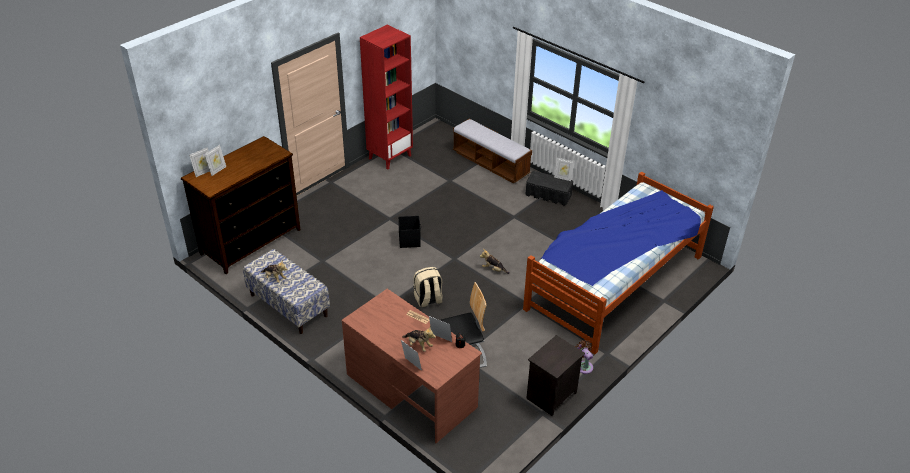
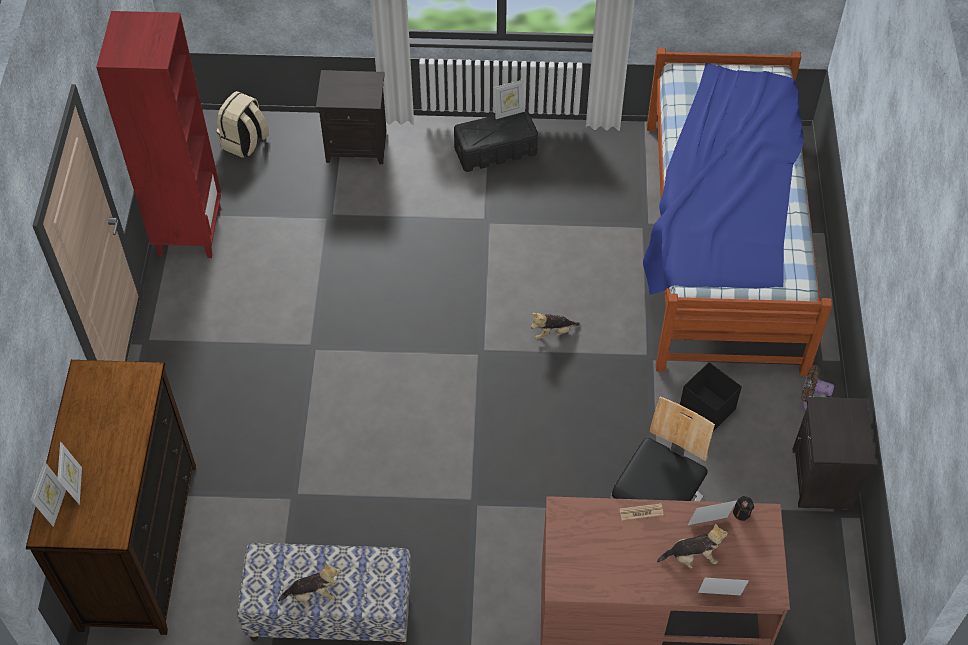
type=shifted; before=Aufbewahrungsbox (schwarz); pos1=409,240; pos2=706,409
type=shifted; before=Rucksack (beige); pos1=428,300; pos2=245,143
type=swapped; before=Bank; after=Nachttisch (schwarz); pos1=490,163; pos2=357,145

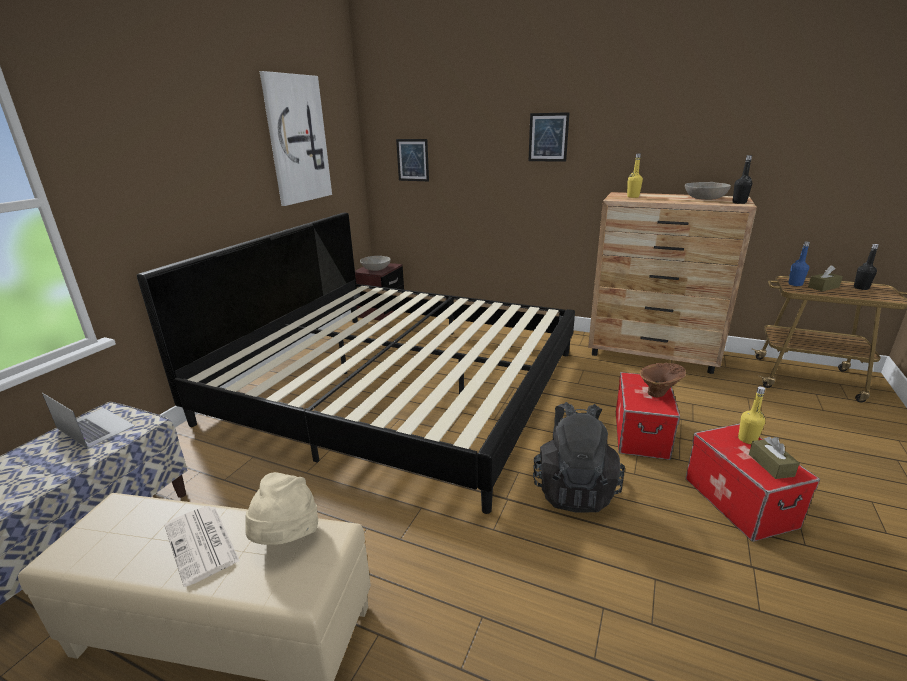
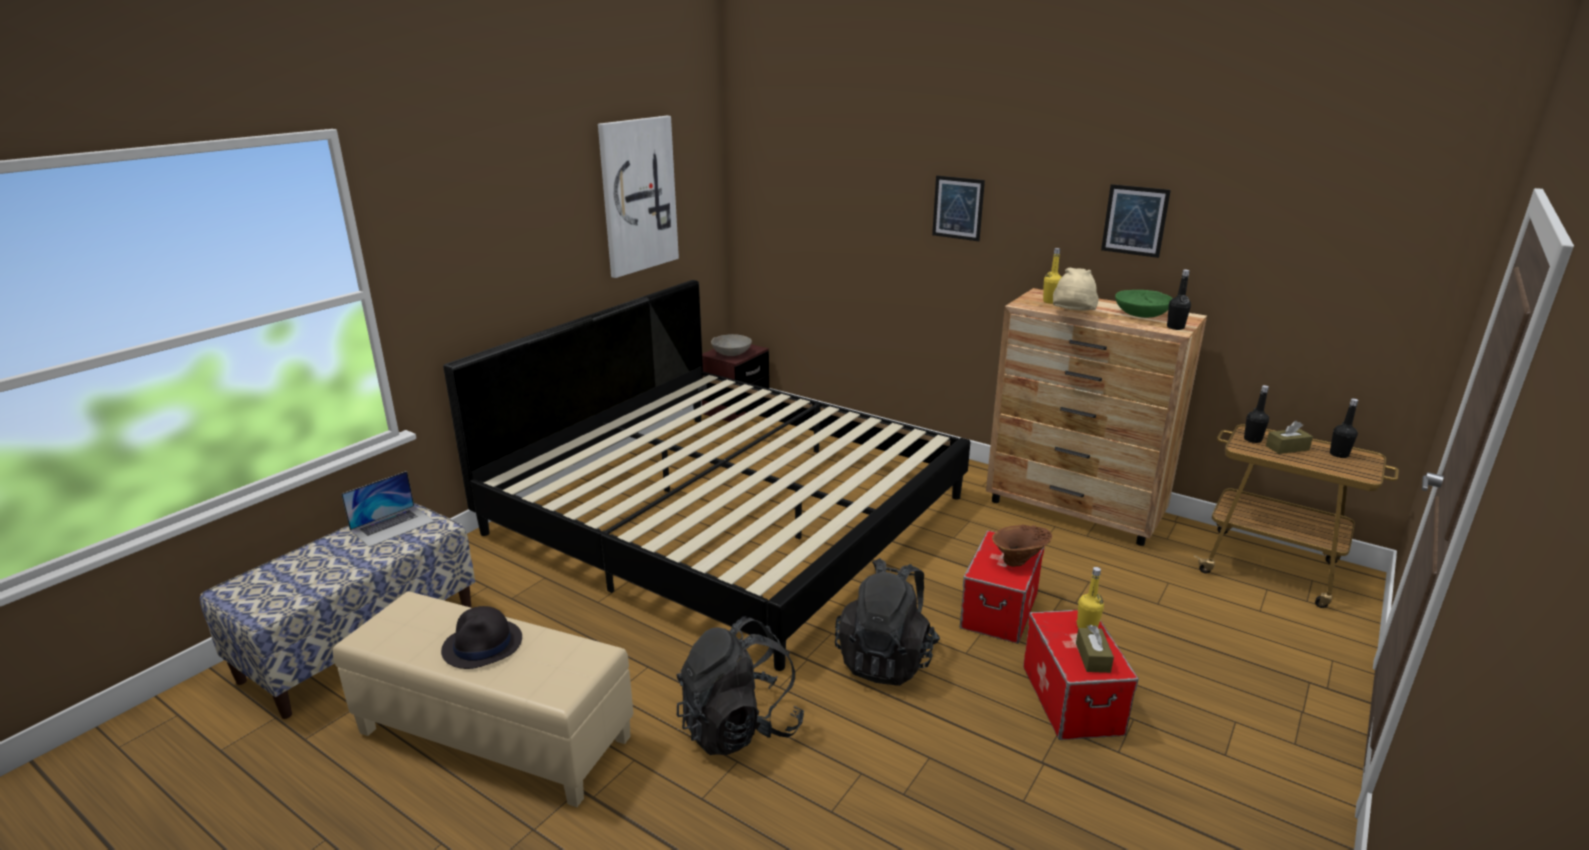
type=new; after=Rucksack (schwarz); pos2=739,727
type=shifted; before=Hut (beige); pos1=286,537; pos2=1072,314
type=shifted; before=Bild; pos1=412,160; pos2=1135,220
type=swapped; before=Zeitung; after=Hut (schwarz); pos1=202,544; pos2=483,645
type=repainted; before=Schüssel (grau); after=Schüssel (grün); pos1=704,198; pos2=1141,314
type=repainted; before=Flasche (blau); after=Flasche (schwarz); pos1=795,284; pos2=1252,440
type=rotated; before=Laptop; pos1=95,427; pos2=392,525; turn=90

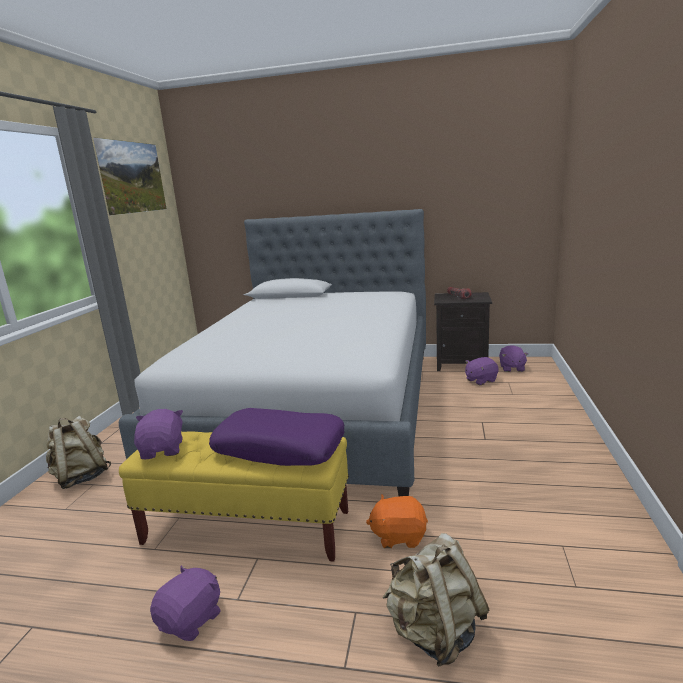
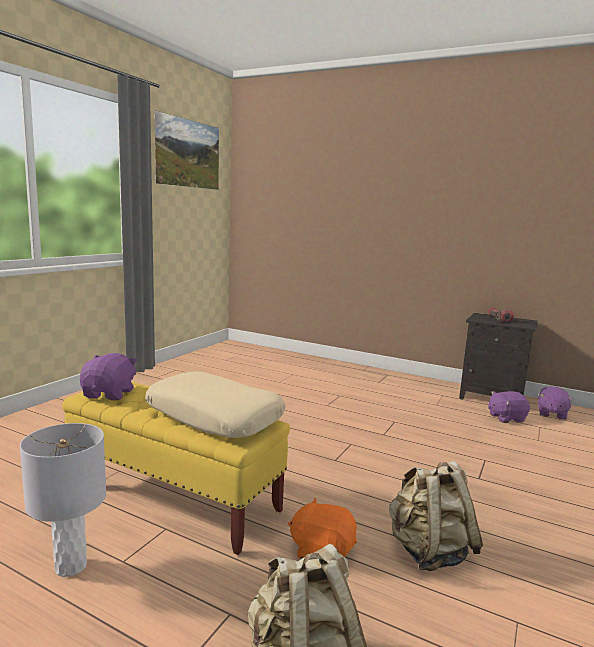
type=gone; before=Bett; pos1=314,407
type=shifted; before=Rucksack (beige); pos1=81,477; pos2=429,552
type=swapped; before=Plüschtier (lila); after=Tischlampe (grau); pos1=191,620; pos2=70,566
type=repainted; before=Kissen (lila); after=Kissen (beige); pos1=280,448; pos2=214,417

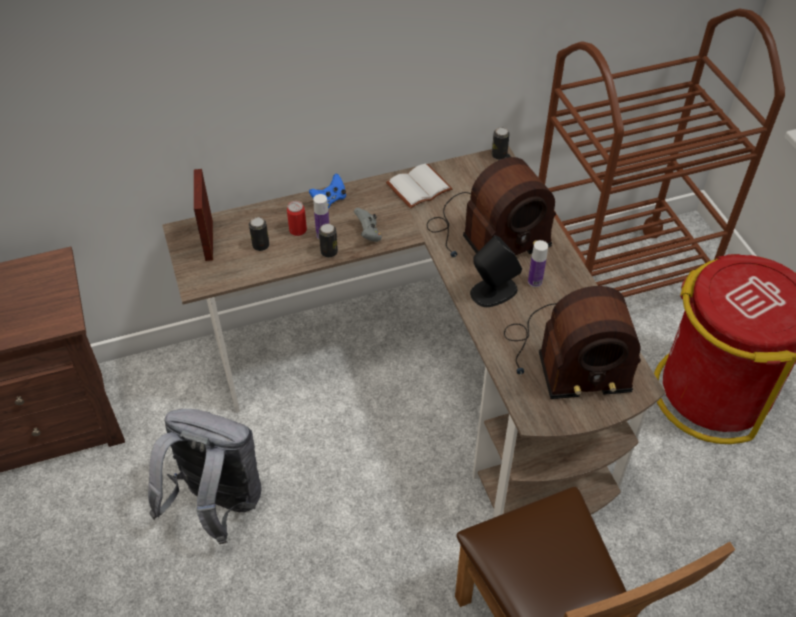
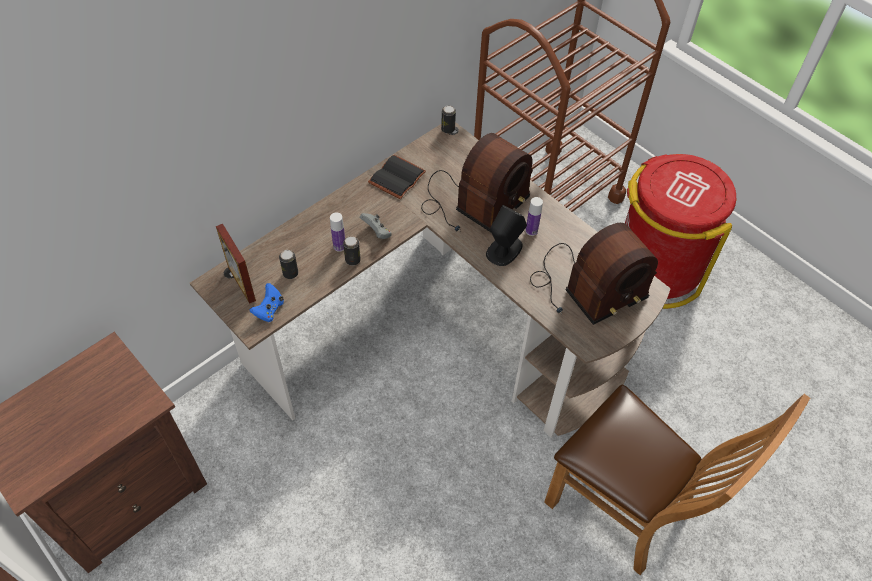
type=gone; before=Rucksack (grau); pos1=217,505
type=gone; before=Dose; pos1=298,230
type=shifted; before=Gamepad (blau); pos1=329,200; pos2=269,310
type=repainted; before=Buch (weiß); after=Buch (schwarz); pos1=419,186; pos2=396,176

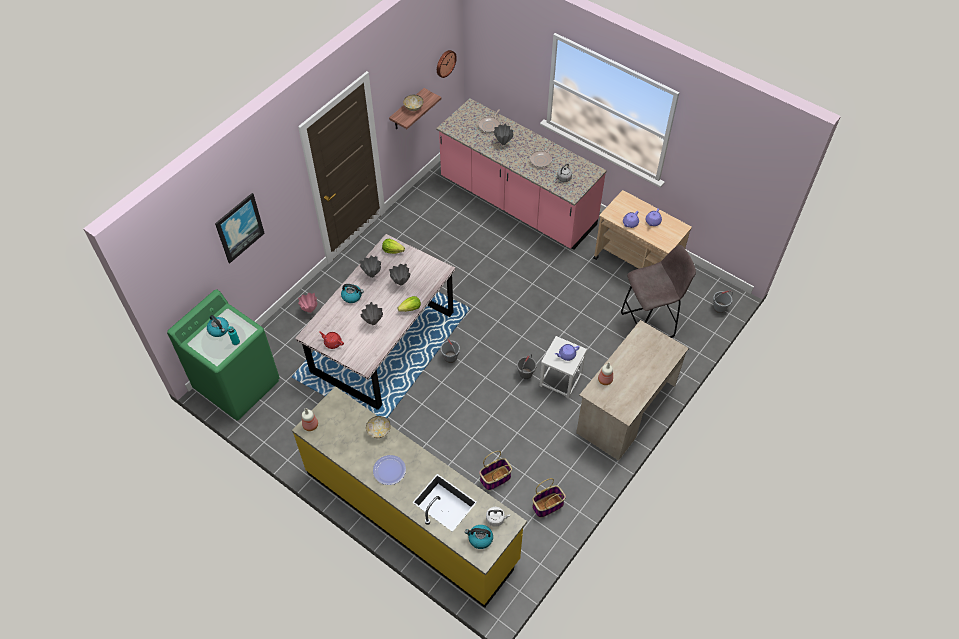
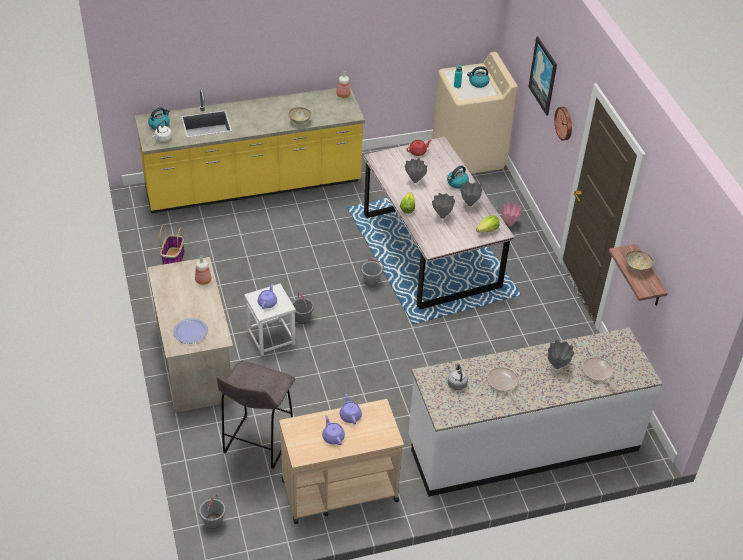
type=gone; before=Korb; pos1=495,479
type=shifted; before=Teller; pos1=389,470; pos2=190,331
type=shifted; before=Wanduhr; pos1=445,63; pos2=565,123
type=repainted; before=Waschmaschine (grün); after=Waschmaschine (beige); pos1=238,384; pos2=468,155
type=repainted; before=Küchenzeile (rosa); after=Küchenzeile (weiß); pos1=517,203; pos2=522,444

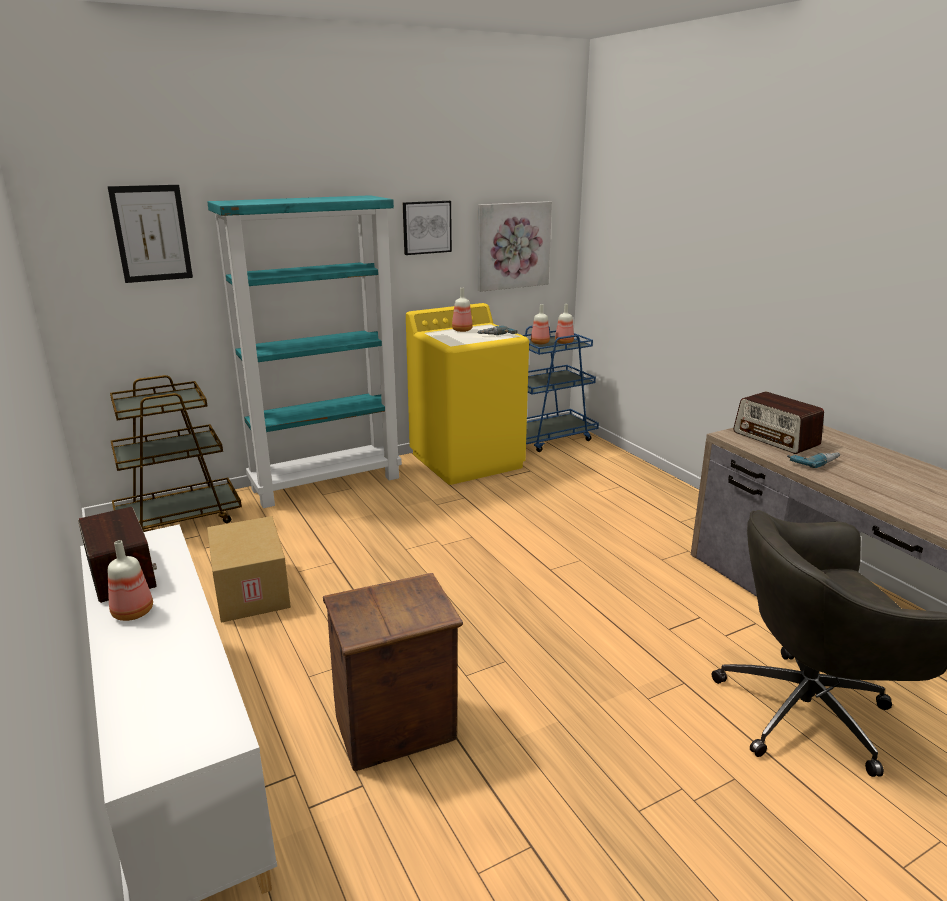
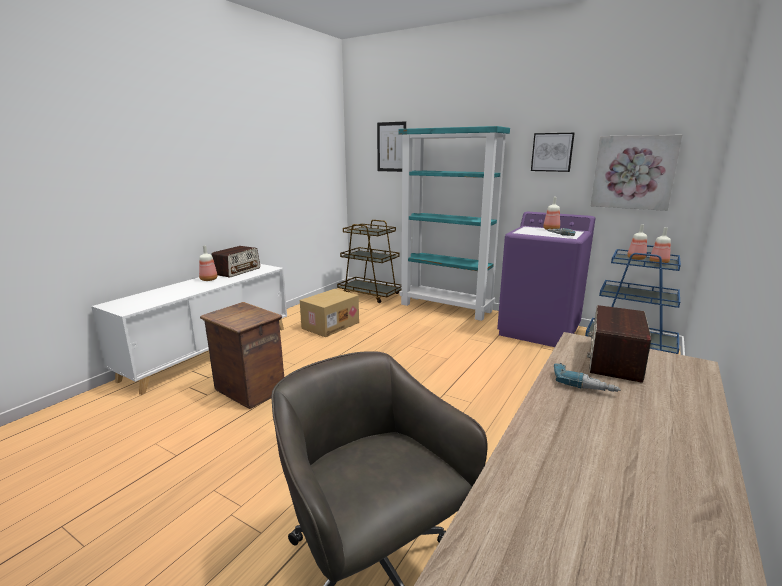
type=repainted; before=Waschmaschine (gelb); after=Waschmaschine (lila); pos1=467,460; pos2=539,330

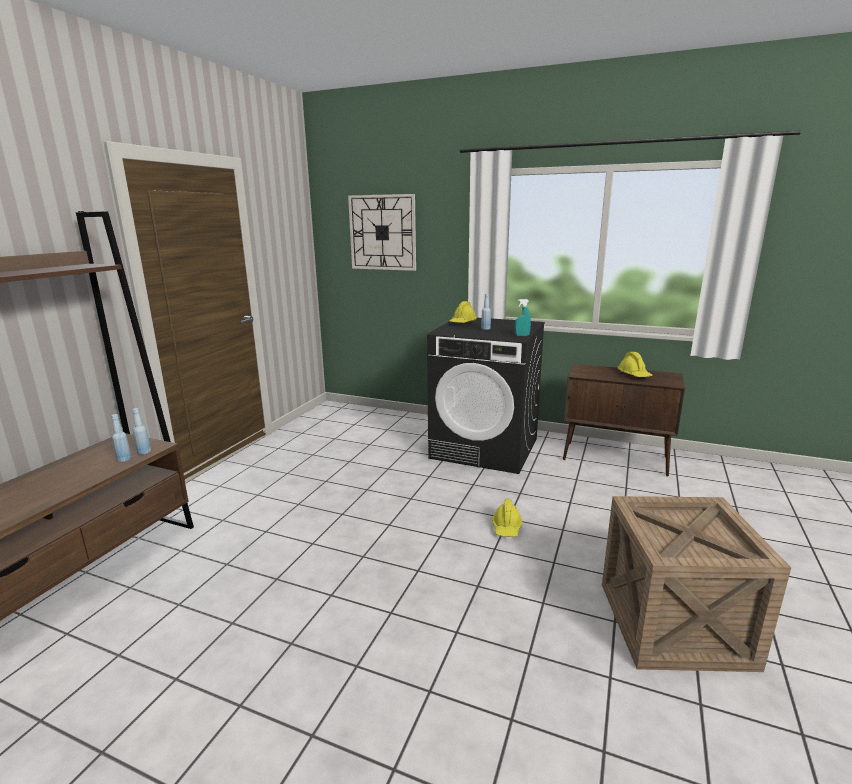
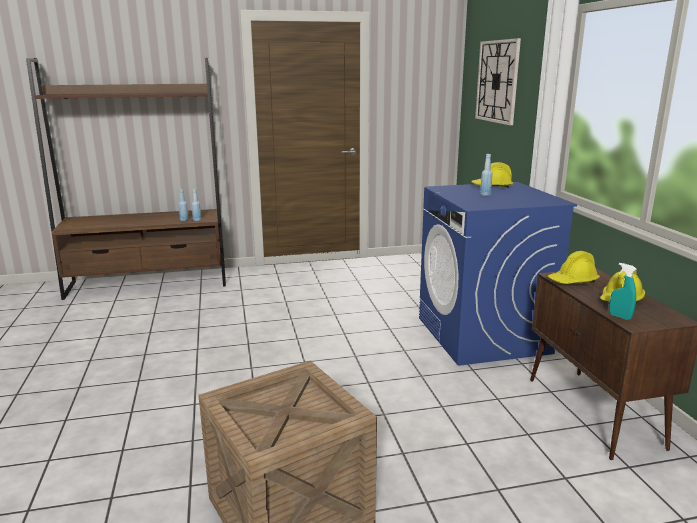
type=shifted; before=Schutzhelm (gelb); pos1=507,527; pos2=572,281
type=shifted; before=Sprühflasche (türkis); pos1=522,335; pos2=620,316
type=repainted; before=Waschmaschine (schwarz); after=Waschmaschine (blau); pos1=485,448; pos2=483,335

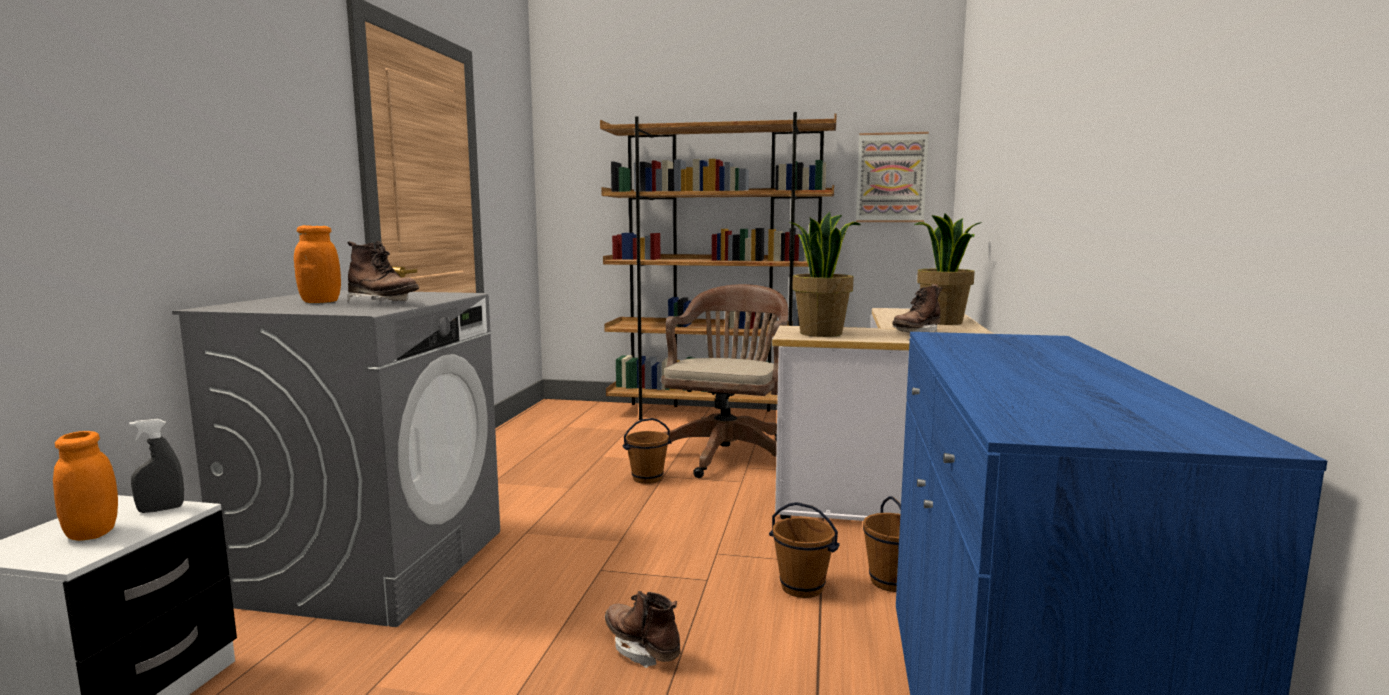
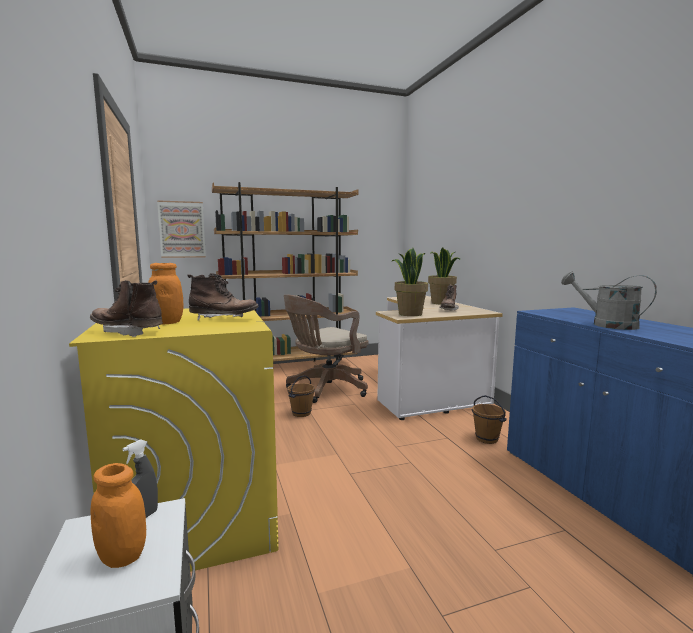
type=gone; before=Eimer (braun); pos1=802,587
type=new; after=Gießkanne (grau); pos2=606,324
type=shifted; before=Stiefel (braun); pos1=642,648; pos2=127,332
type=shifted; before=Bild; pos1=891,178; pos2=182,229
type=repainted; before=Waschmaschine (grau); after=Waschmaschine (gelb); pos1=373,564; pos2=197,516
type=rotated; before=Bürostuhl (braun); pos1=727,453; pos2=325,389; turn=-120

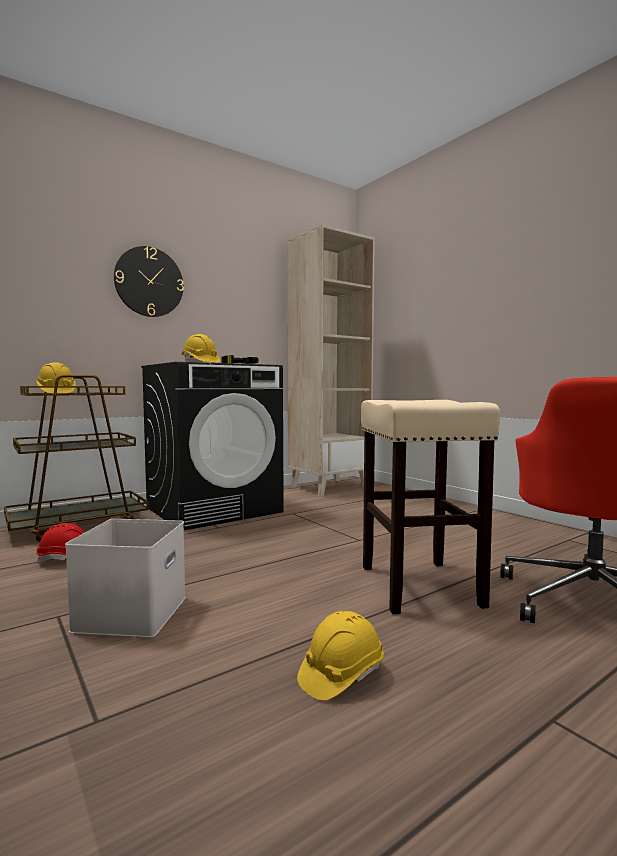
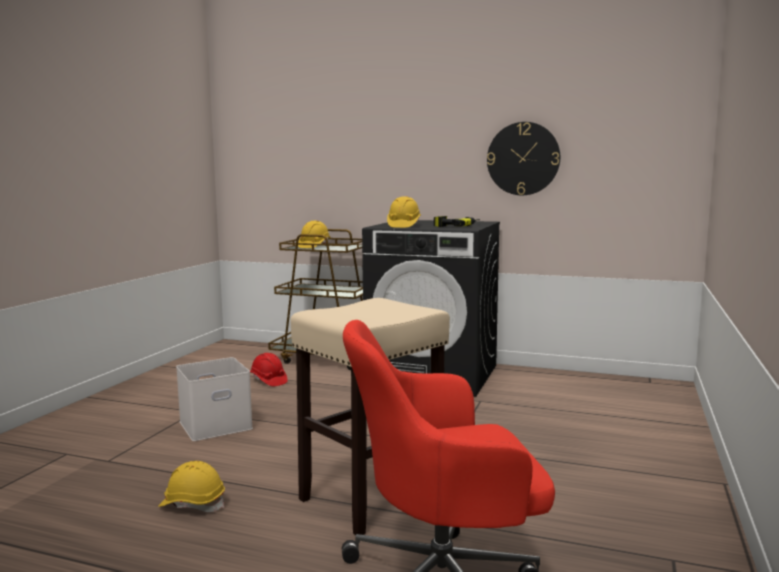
type=gone; before=Bücherregal (beige); pos1=329,487
type=shifted; before=Wanduhr; pos1=149,282; pos2=523,158

